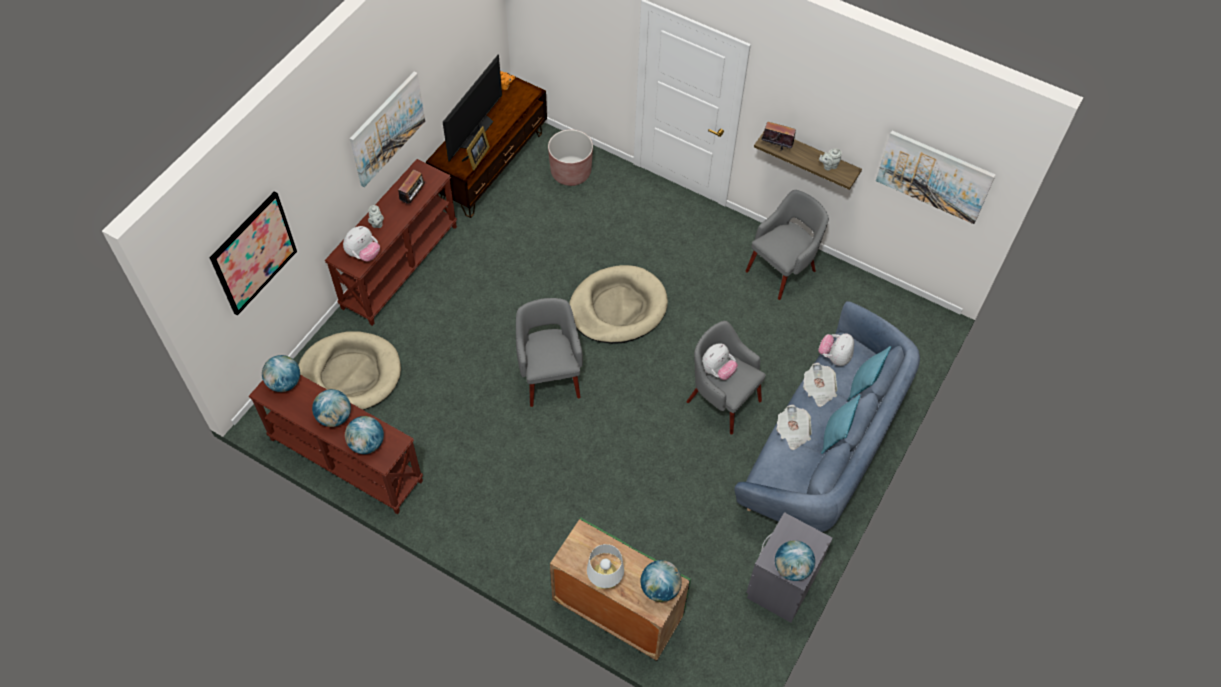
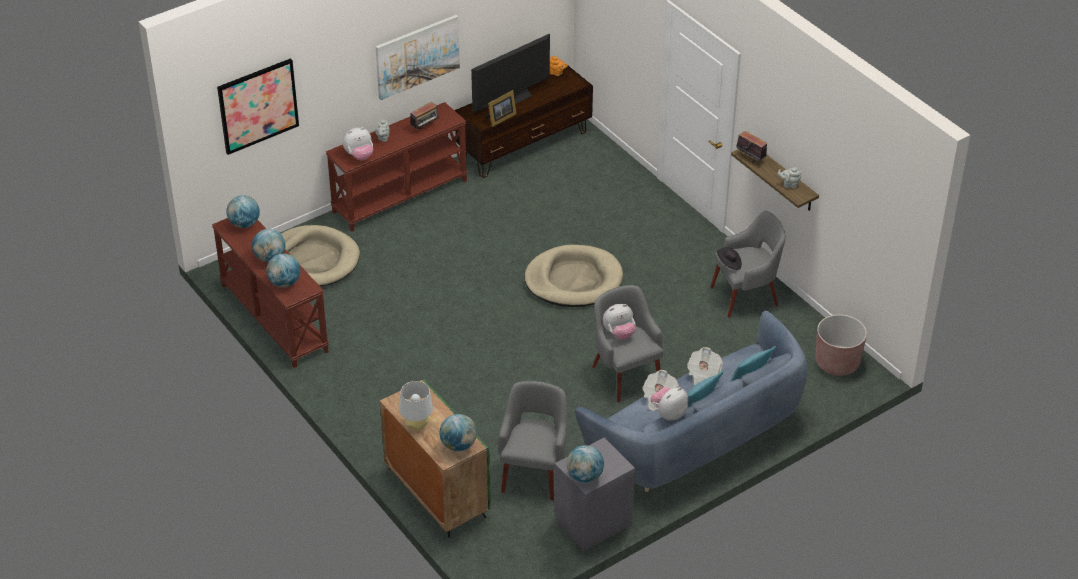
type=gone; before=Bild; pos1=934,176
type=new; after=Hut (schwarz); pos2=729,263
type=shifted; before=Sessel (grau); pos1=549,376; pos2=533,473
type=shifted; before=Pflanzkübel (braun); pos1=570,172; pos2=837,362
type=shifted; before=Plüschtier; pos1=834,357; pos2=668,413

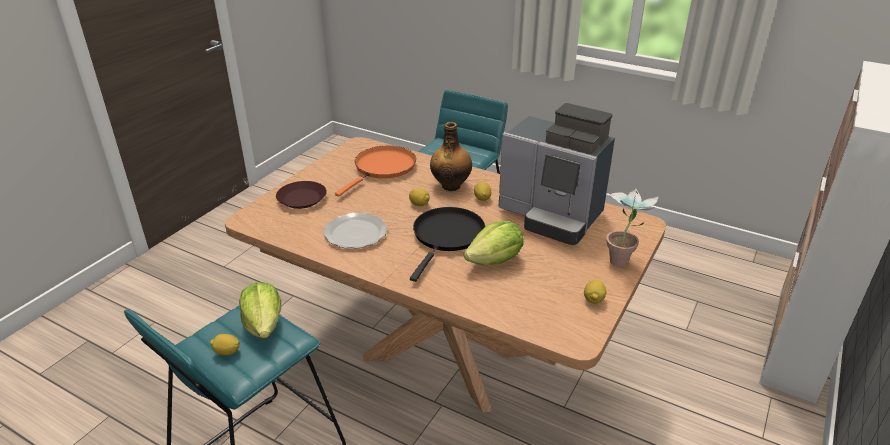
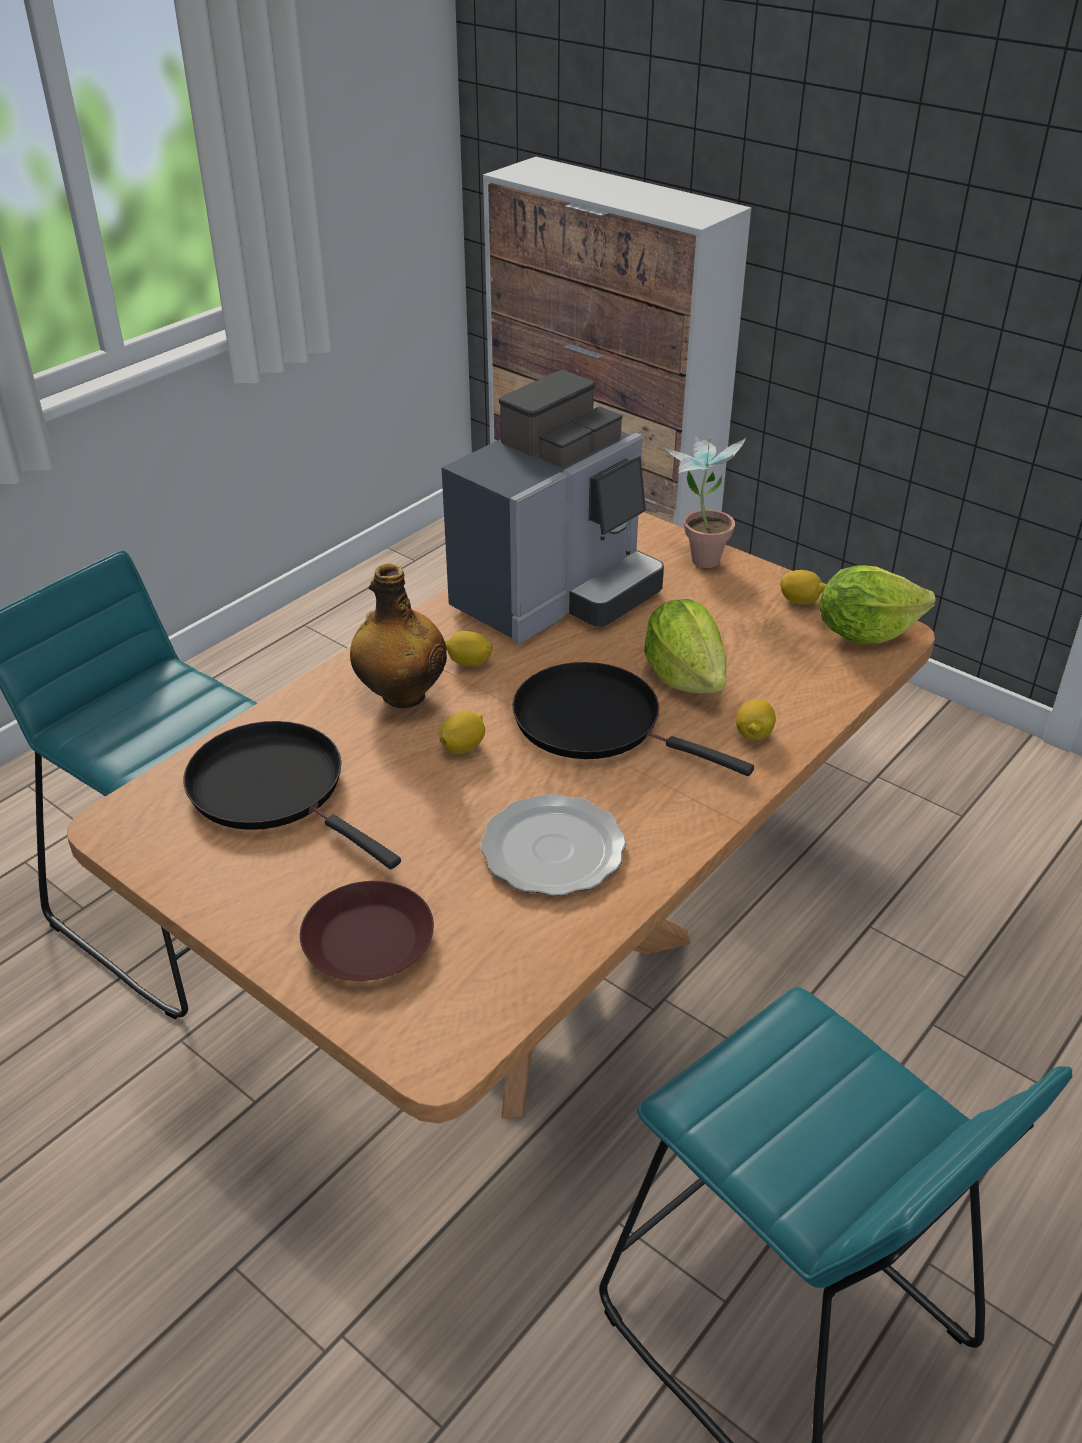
type=shifted; before=Zitrone; pos1=227,352; pos2=753,734
type=shifted; before=Salatkopf; pos1=264,325; pos2=865,632
type=repainted; before=Pfanne (orange); after=Pfanne (schwarz); pos1=383,168; pos2=274,789

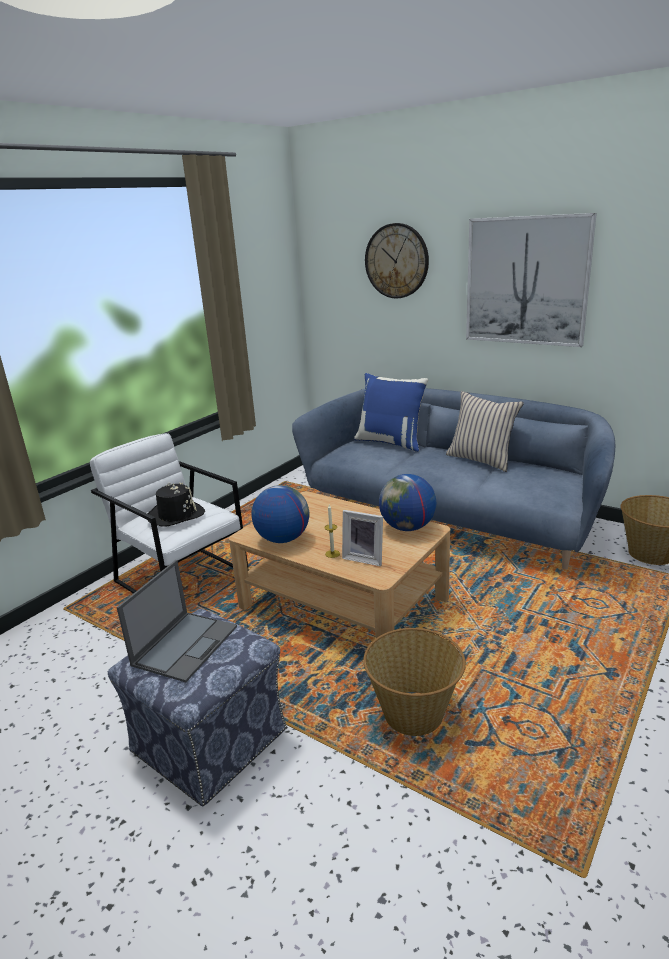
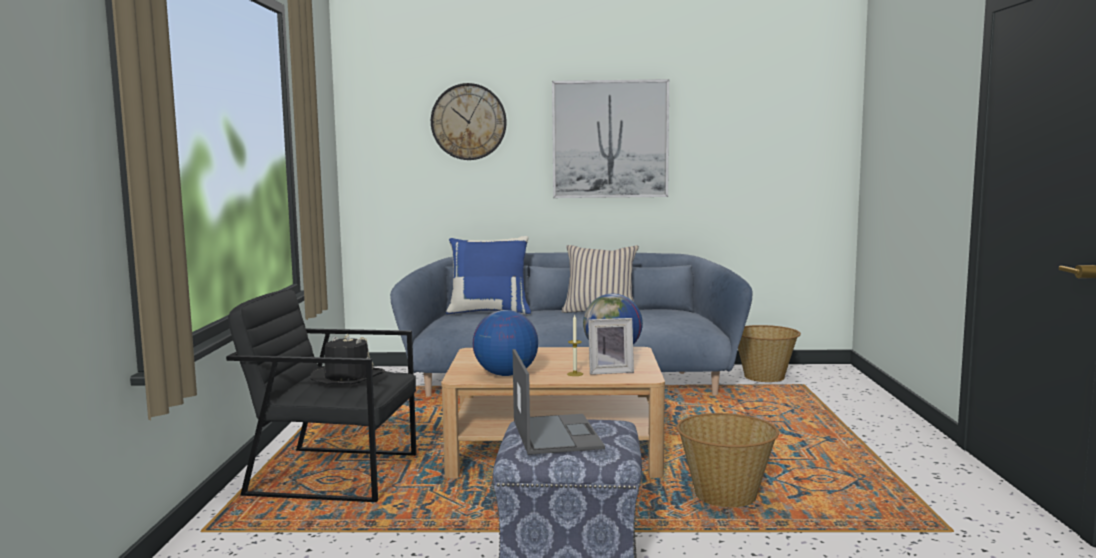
type=repainted; before=Sessel (weiß); after=Sessel (schwarz); pos1=182,577; pos2=334,474

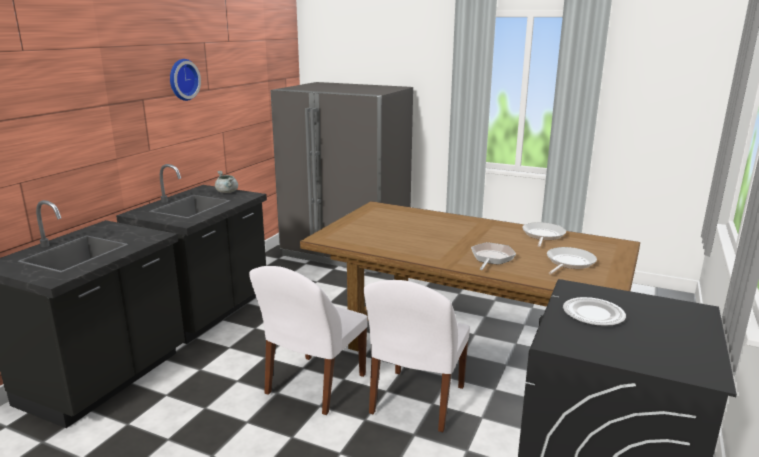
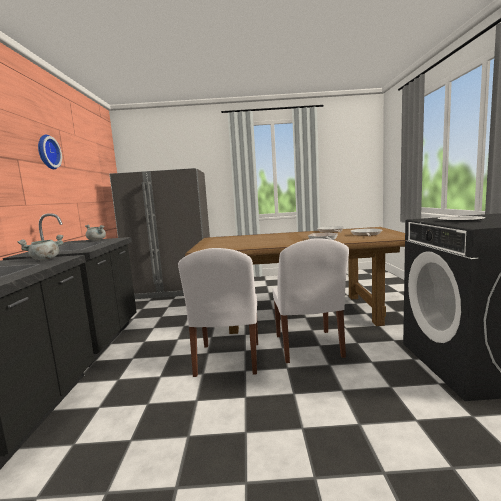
type=new; after=Kochtopf (grau); pos2=44,259

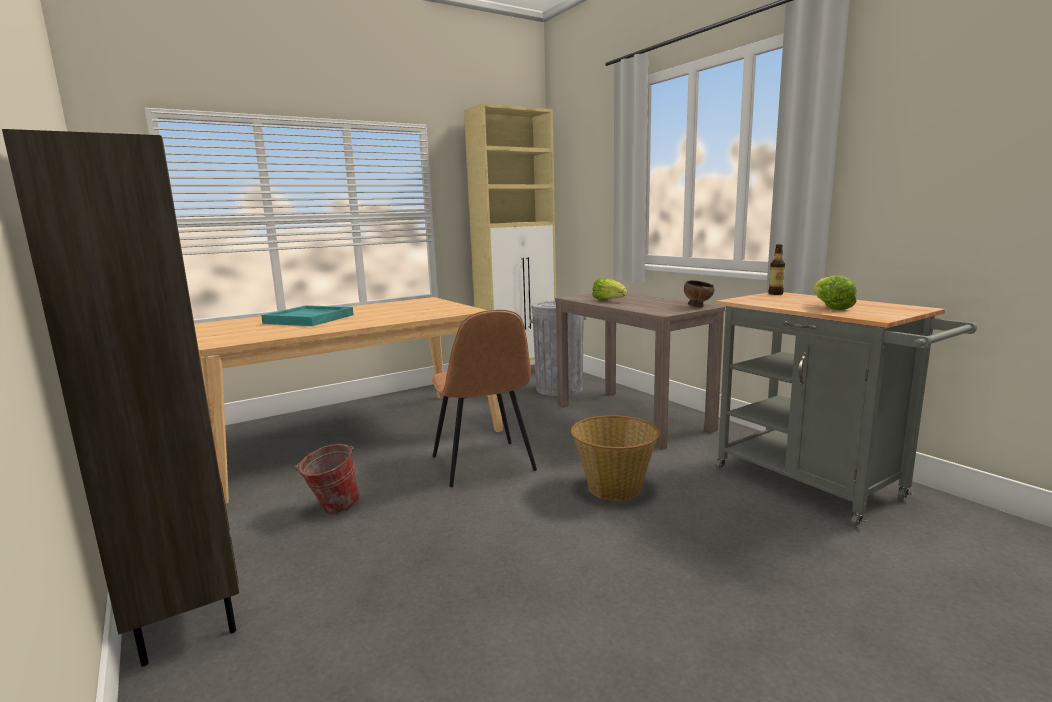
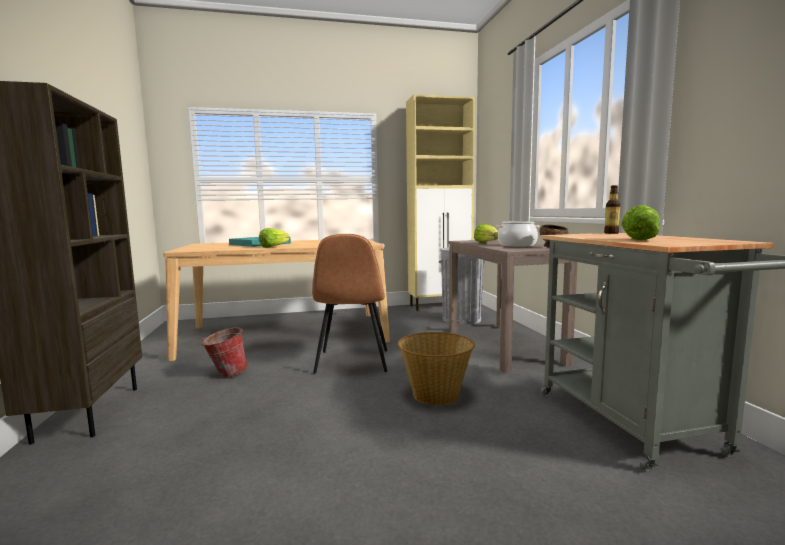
type=new; after=Salatkopf; pos2=273,247
type=new; after=Kochtopf; pos2=517,245

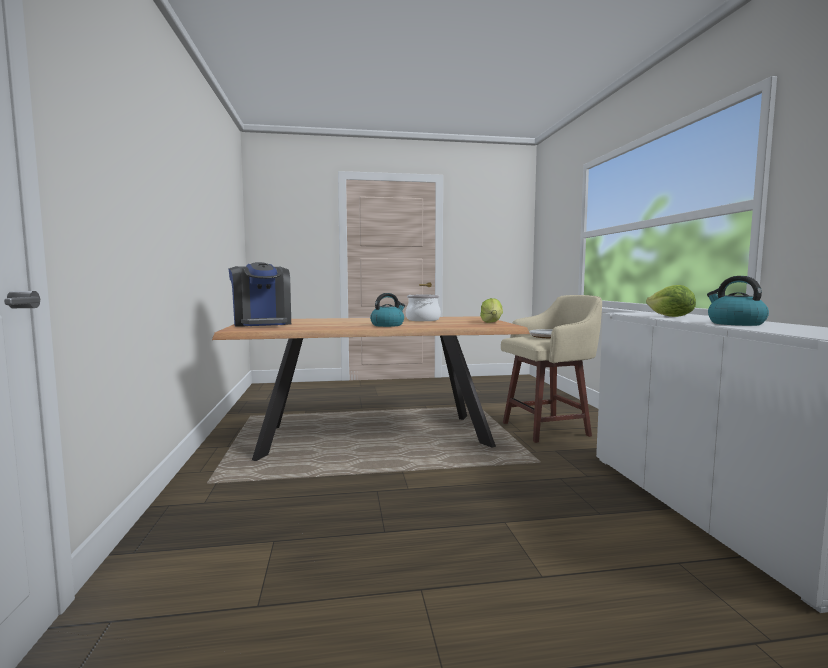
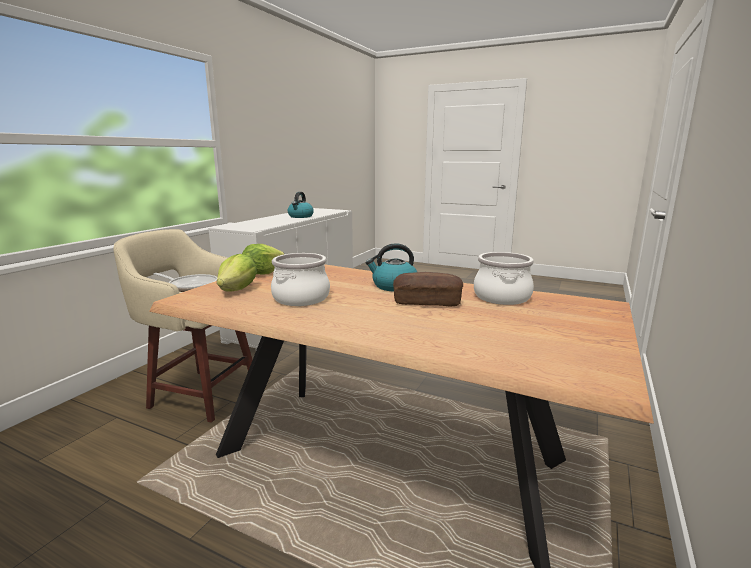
type=gone; before=Kaffeemaschine; pos1=262,324
type=new; after=Brot; pos2=427,302
type=new; after=Kochtopf; pos2=501,297
type=shifted; before=Salatkopf; pos1=670,317; pos2=238,290

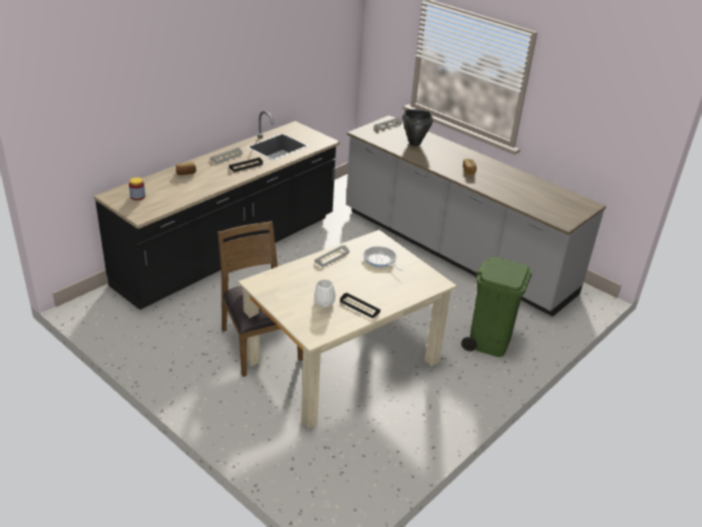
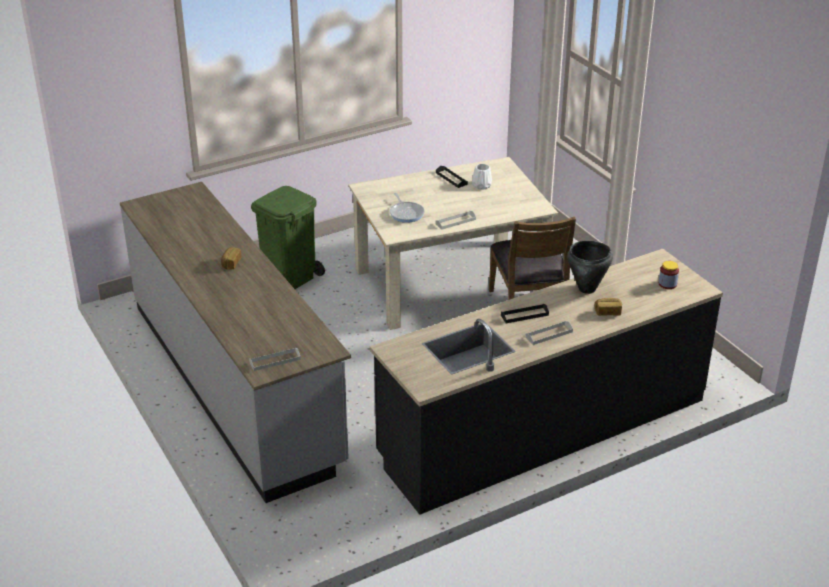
type=shifted; before=Kochtopf (schwarz); pos1=414,143; pos2=587,289

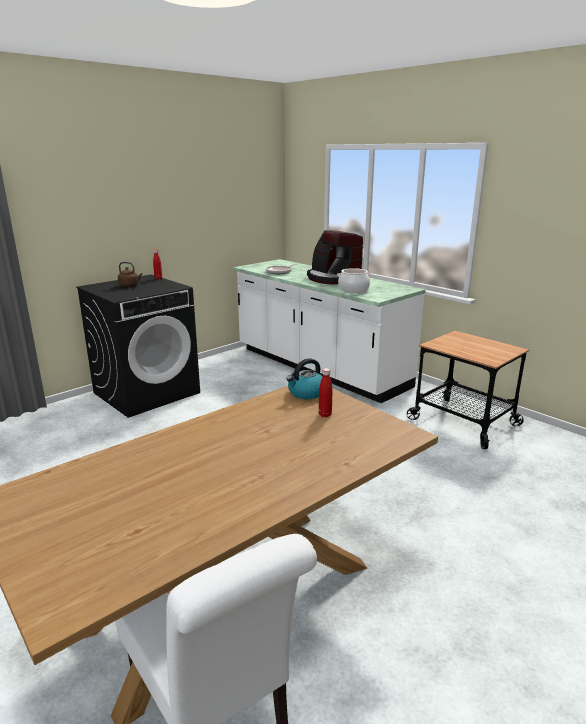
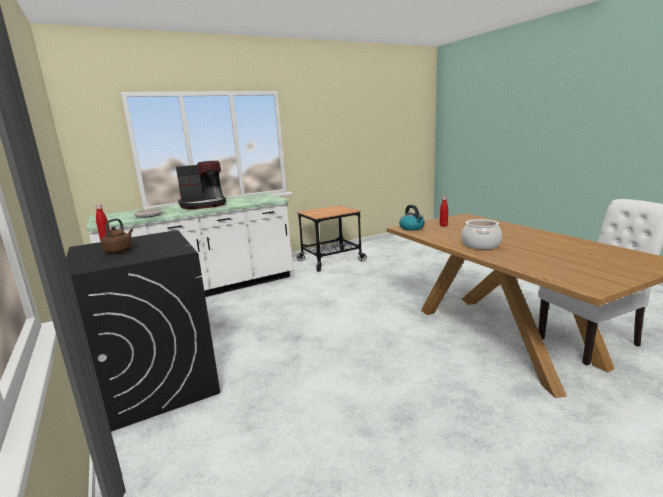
type=shifted; before=Kochtopf; pos1=353,290; pos2=480,245

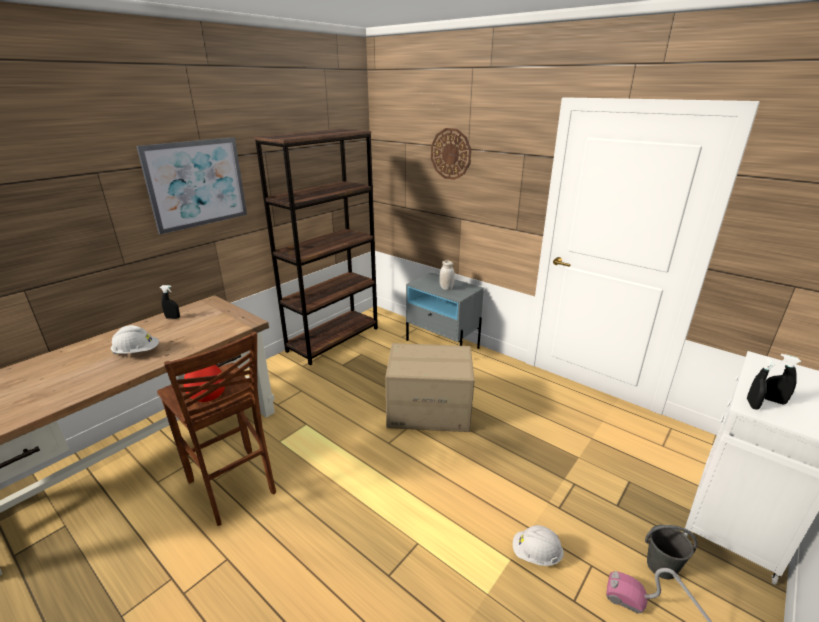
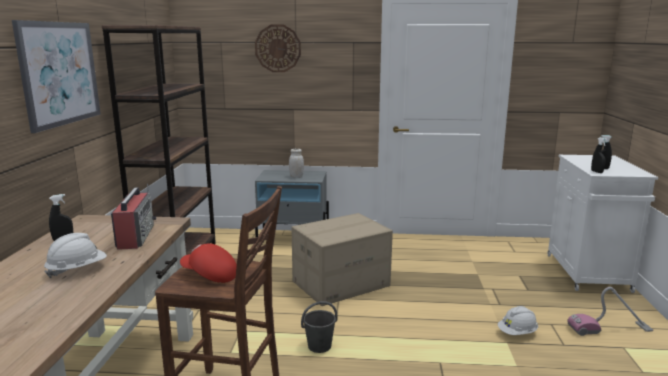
type=new; after=Radio; pos2=136,236
type=shifted; before=Eimer (grau); pos1=662,566; pos2=320,346

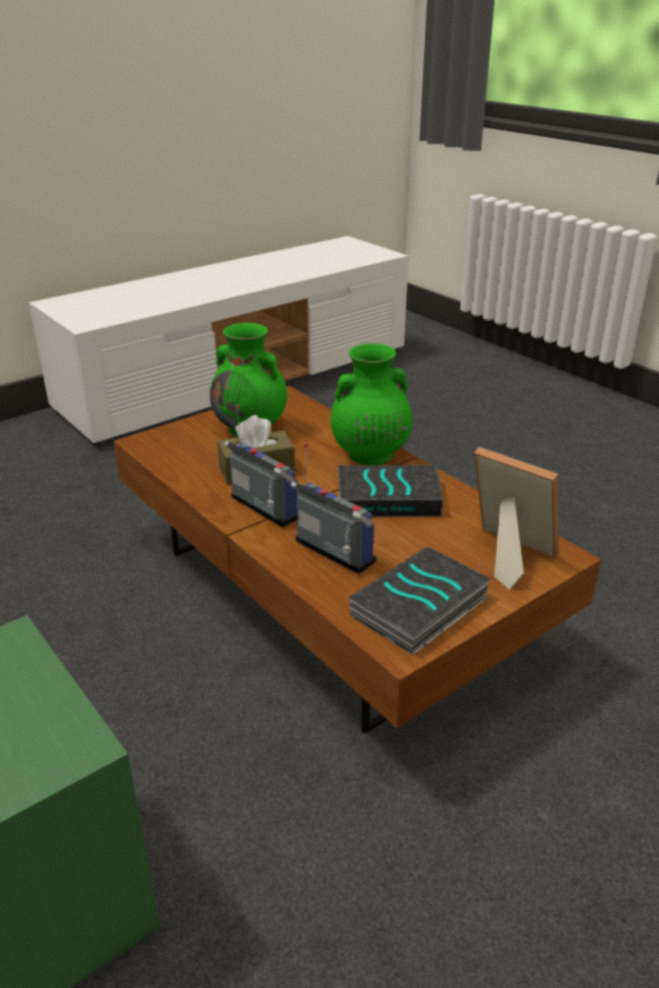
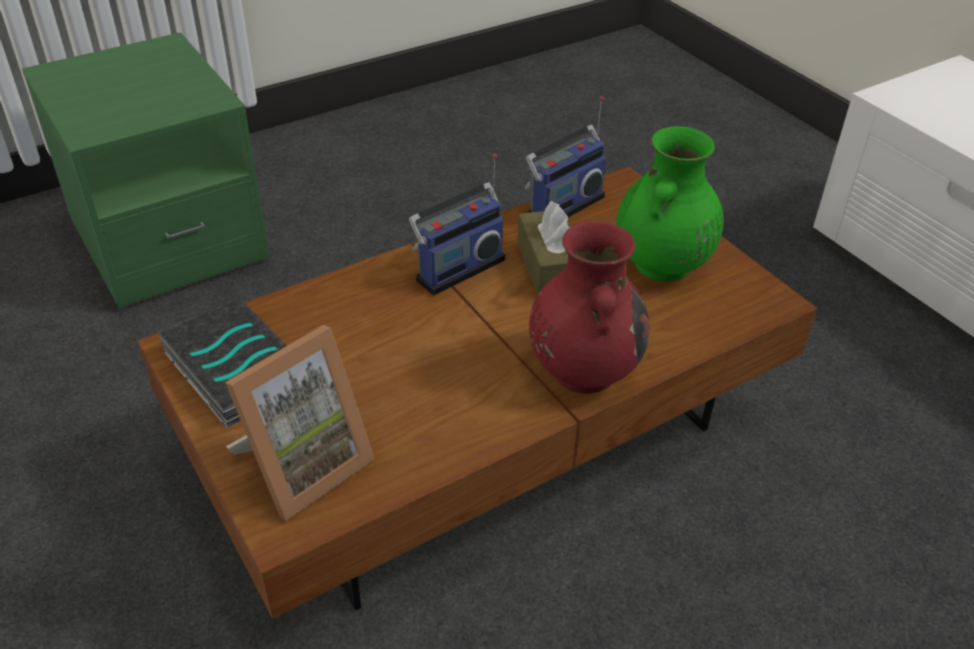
type=gone; before=Buch; pos1=389,497
type=shifted; before=Radio; pos1=331,554; pos2=562,205
type=repainted; before=Vase (grün); after=Vase (rot); pos1=369,455; pos2=583,369

